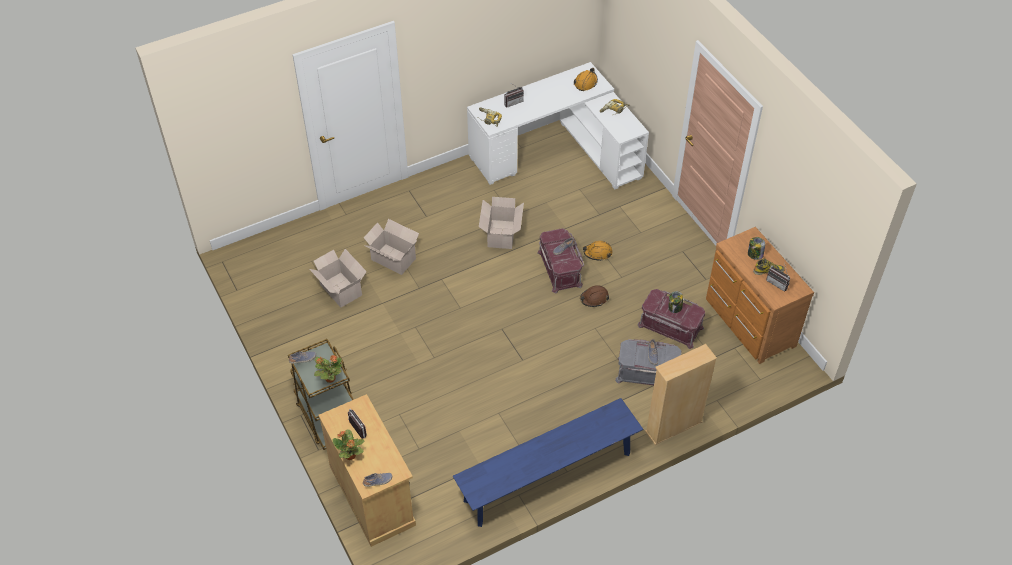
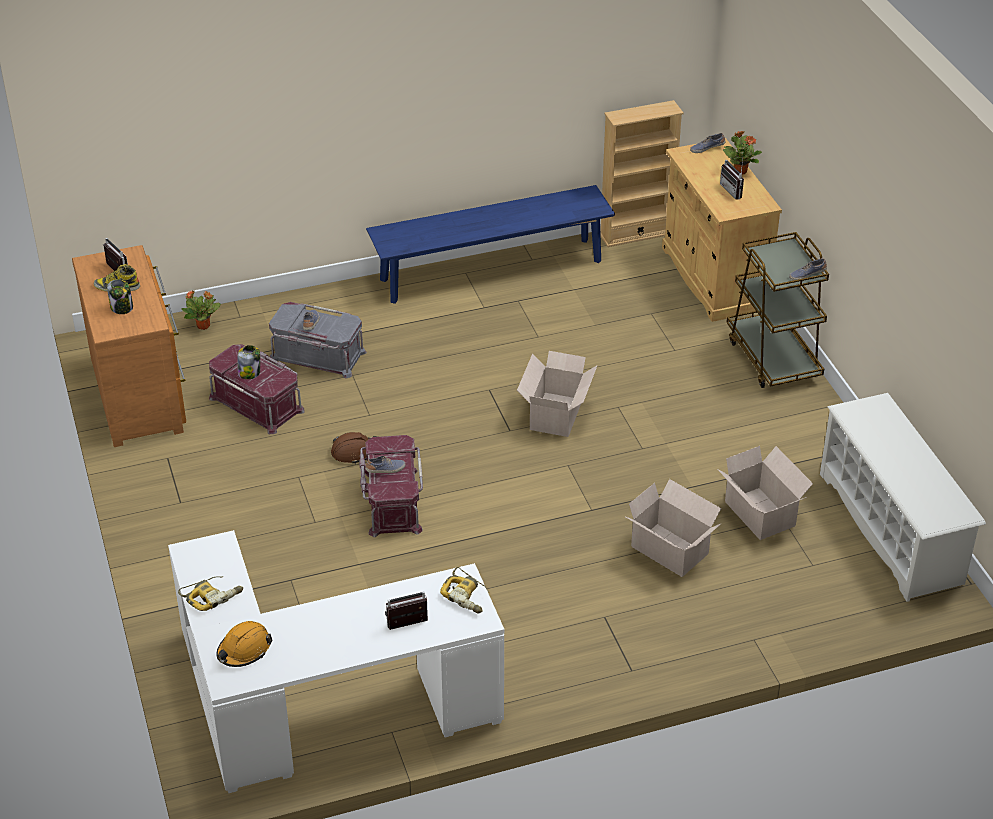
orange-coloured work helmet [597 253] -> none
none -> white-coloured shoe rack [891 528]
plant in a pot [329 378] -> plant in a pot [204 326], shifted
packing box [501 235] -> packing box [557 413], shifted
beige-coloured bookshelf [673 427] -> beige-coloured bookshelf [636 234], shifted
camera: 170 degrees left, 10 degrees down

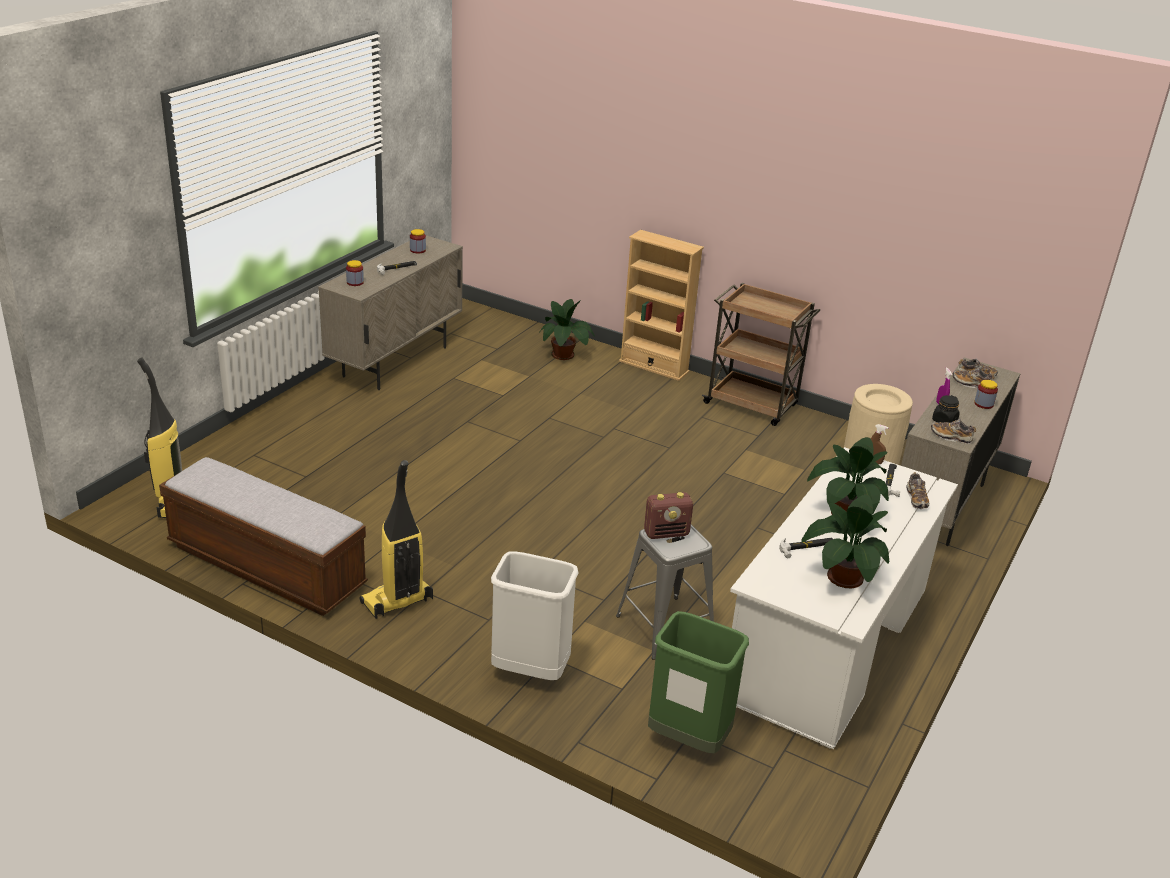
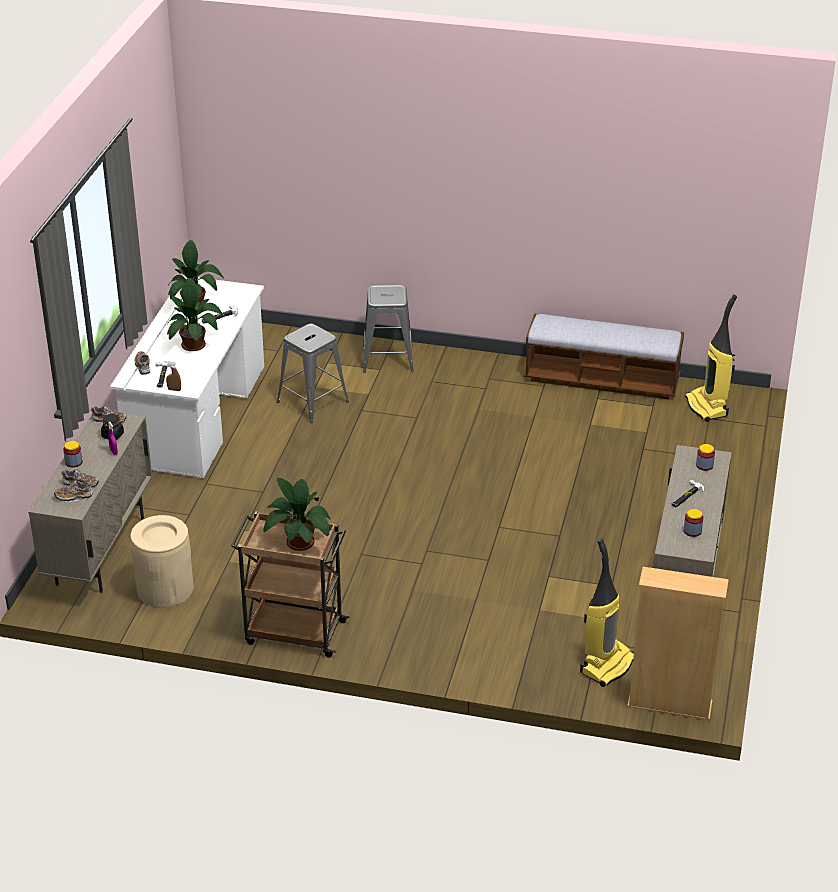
radio receiver [666 533] -> none
green trash can [687 740] -> none
vacuum cleaner [397 602] -> vacuum cleaner [607 665], shifted
plant in a pot [564 355] -> plant in a pot [298 540], shifted
beige-coloured bookshelf [654 366] -> beige-coloured bookshelf [669 704], shifted
white-coloured trash can [530 672] -> greyish stool seat [387 358]
camera: 165 degrees right, 5 degrees up

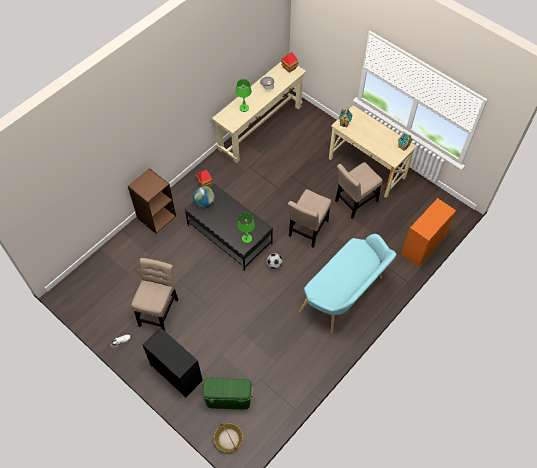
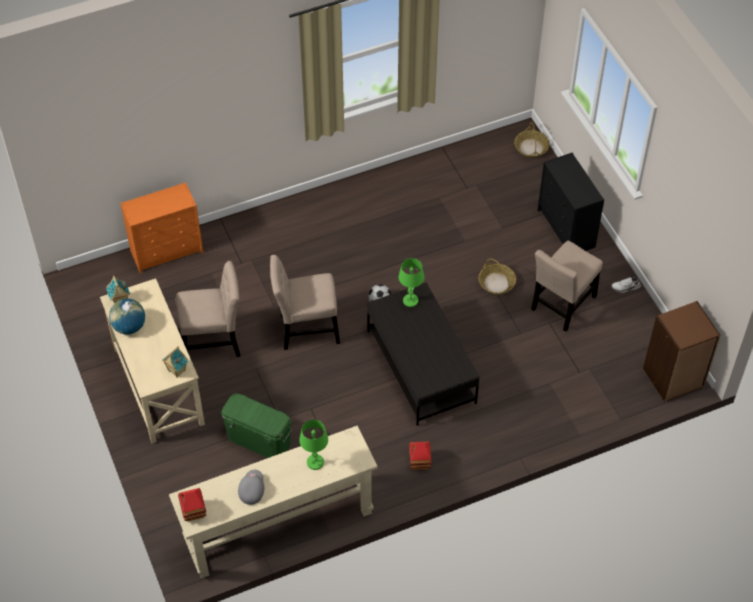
turquoise-coloured indoor bench [345 296] -> none
none -> household basket [497 283]
brown-coloured bookshelf [156 217] -> brown-coloured bookshelf [673 378], shifted
globe [204 203] -> globe [129 327], shifted
green storage box [228 399] -> green storage box [258 440], shifted
beige-coloured plain chair [308 230] -> beige-coloured plain chair [306 330], 150 degrees counterclockwise
camera: 155 degrees left, 5 degrees down

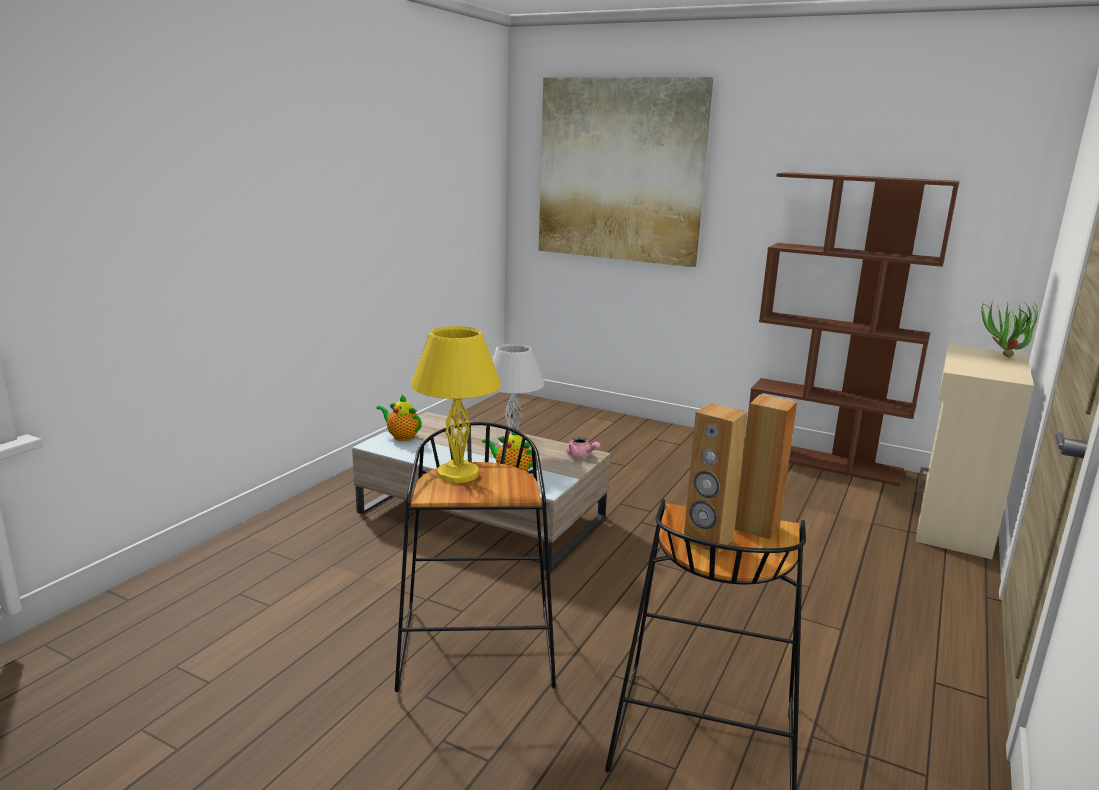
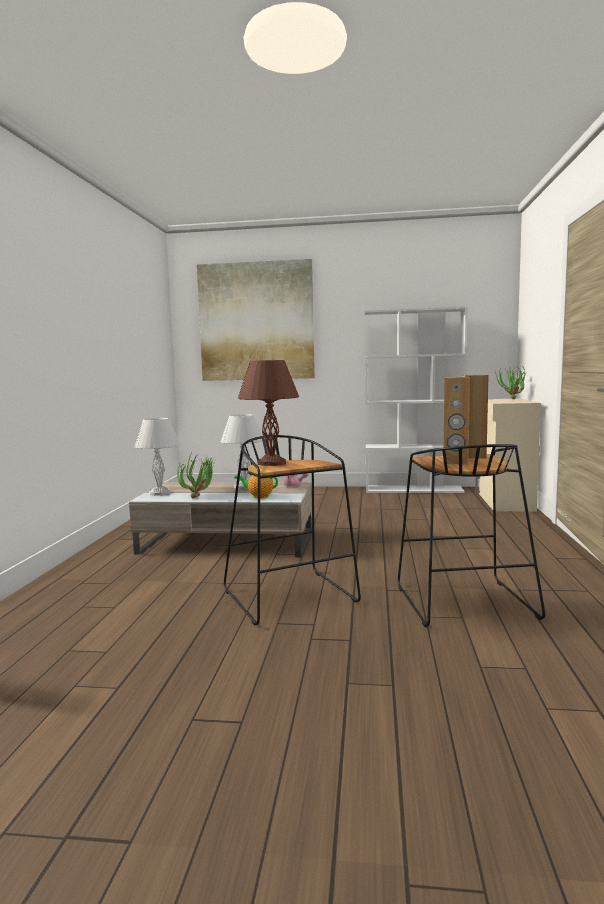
none -> plant in a pot [200 497]
pot for tea [401 437] -> white-coloured table lamp [160 493]
yellow table lamp [456 474] -> brown-coloured table lamp [270 463]
brown-coloured bookshelf [823 461] -> white-coloured bookshelf [414 489]
camera: 20 degrees left, 10 degrees down

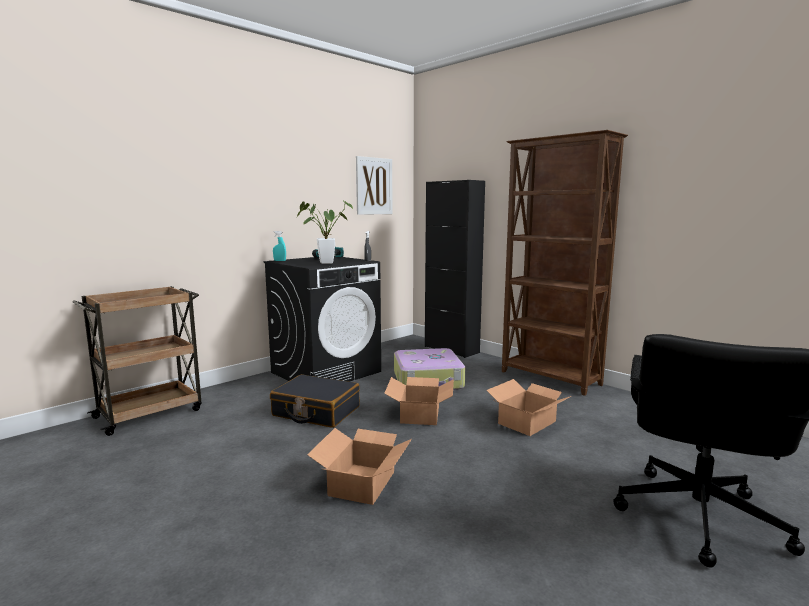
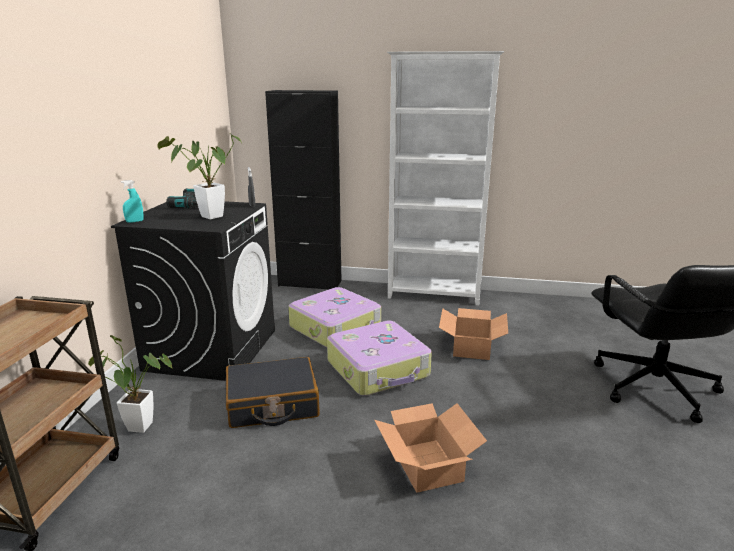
picture [374 186] -> none
none -> plant in a pot [135 426]
packing box [421 414] -> piece of luggage [379 369]
brown-coloured bookshelf [550 378] -> white-coloured bookshelf [434 295]
camera: 35 degrees left, 10 degrees up

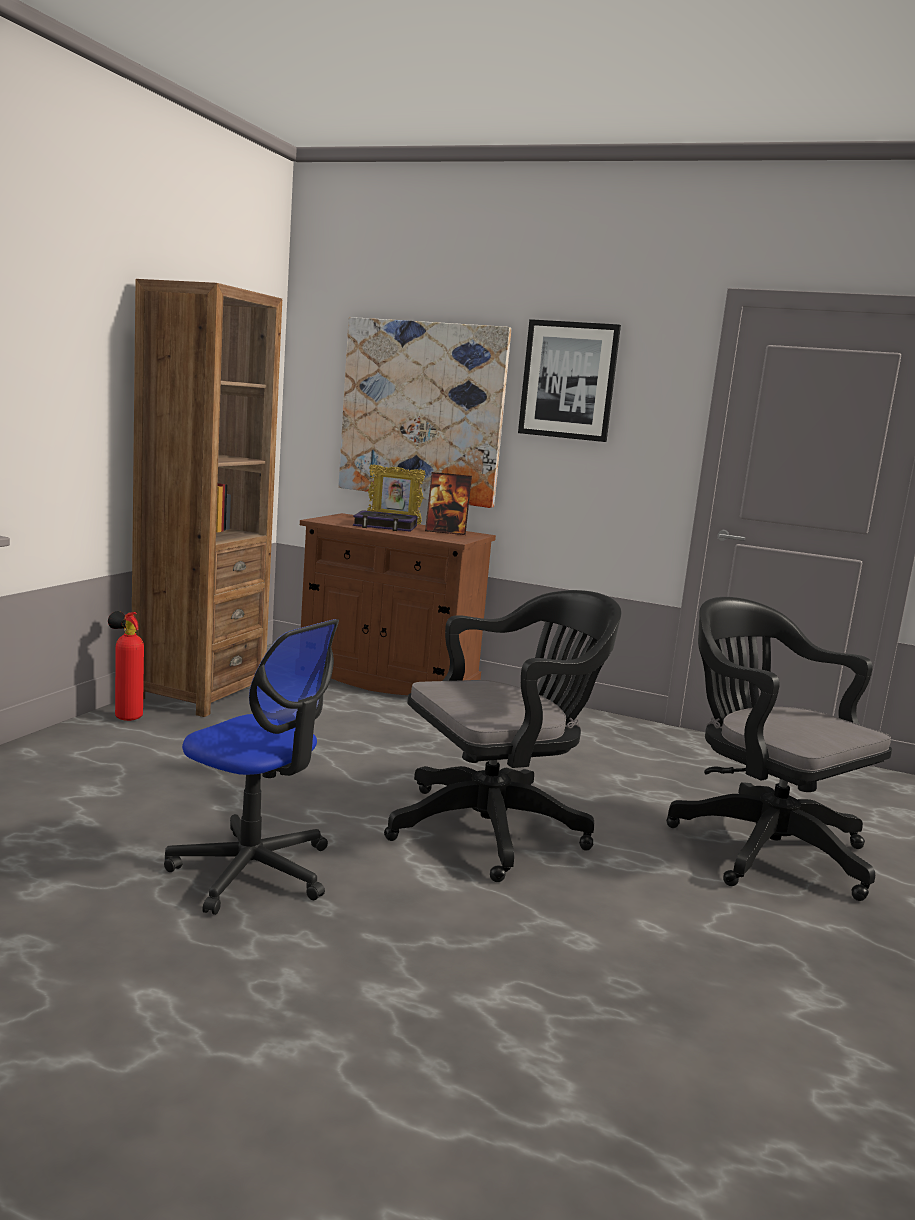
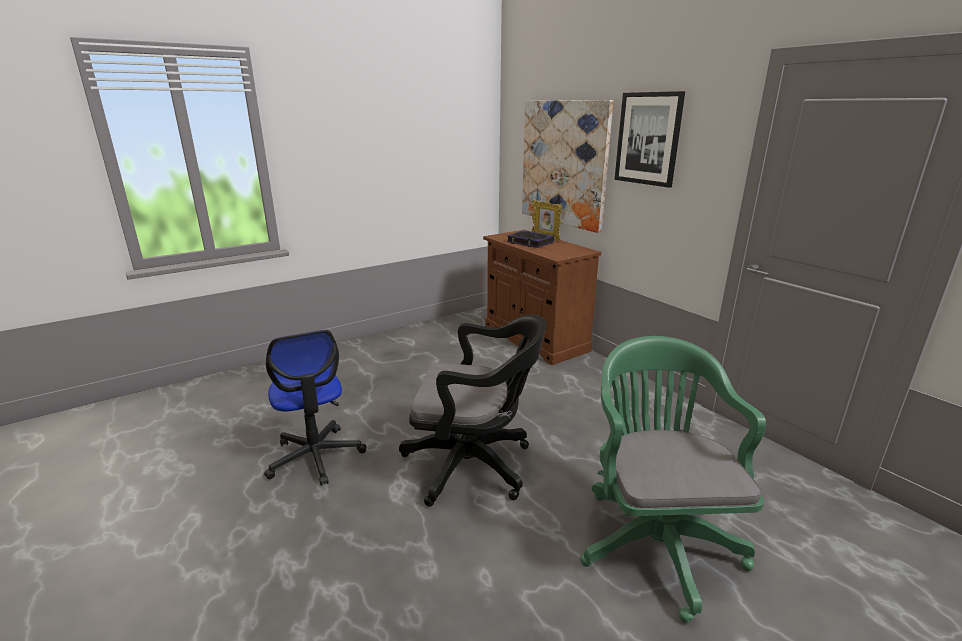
extinguisher [125 717] -> none
brown-coloured bookshelf [199 694] -> none
standing frame [446 532] -> none
blackish desk chair [761 846] -> green desk chair [654 538]
camera: 35 degrees right, 10 degrees up

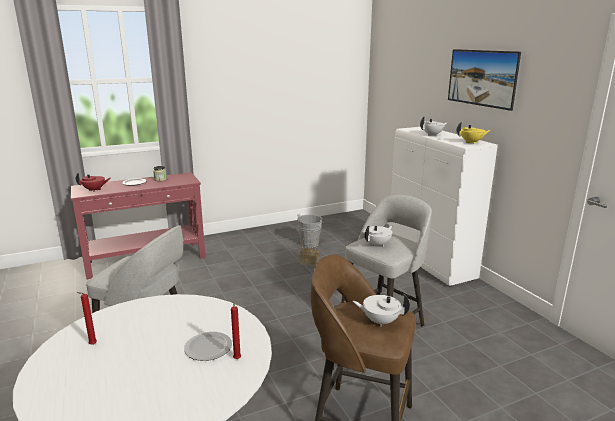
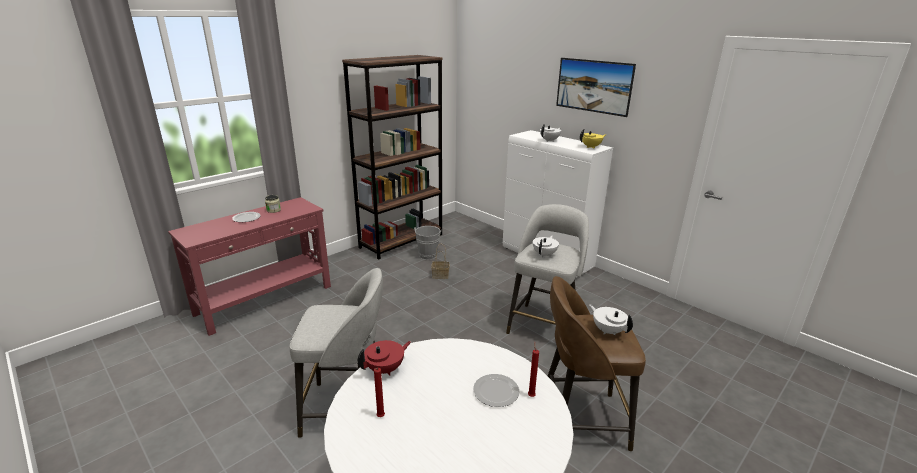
none -> brown-coloured bookshelf [401 241]
red pot for tea [95 190] -> red pot for tea [385 369], shifted
white-coloured pot for tea [380 321] -> white-coloured pot for tea [608 330], 60 degrees clockwise
camera: 20 degrees left, 5 degrees up

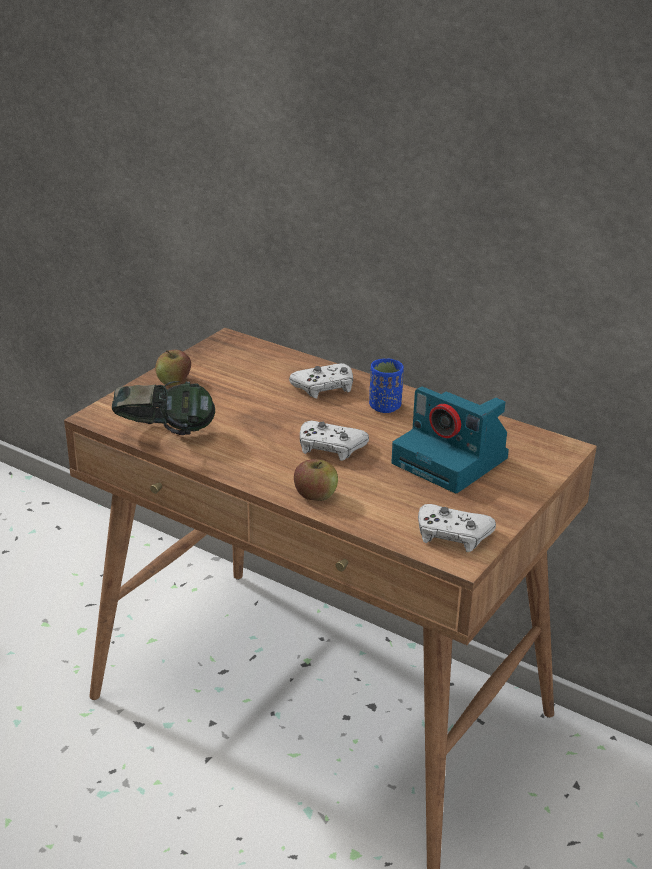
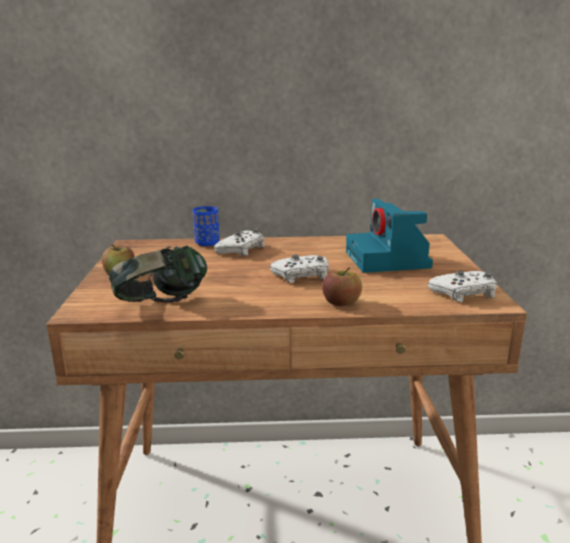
blue-coloured small cup [385 407] -> blue-coloured small cup [207 243], shifted
still camera [452 461] -> still camera [388 260], 75 degrees clockwise
camera: 35 degrees left, 10 degrees down

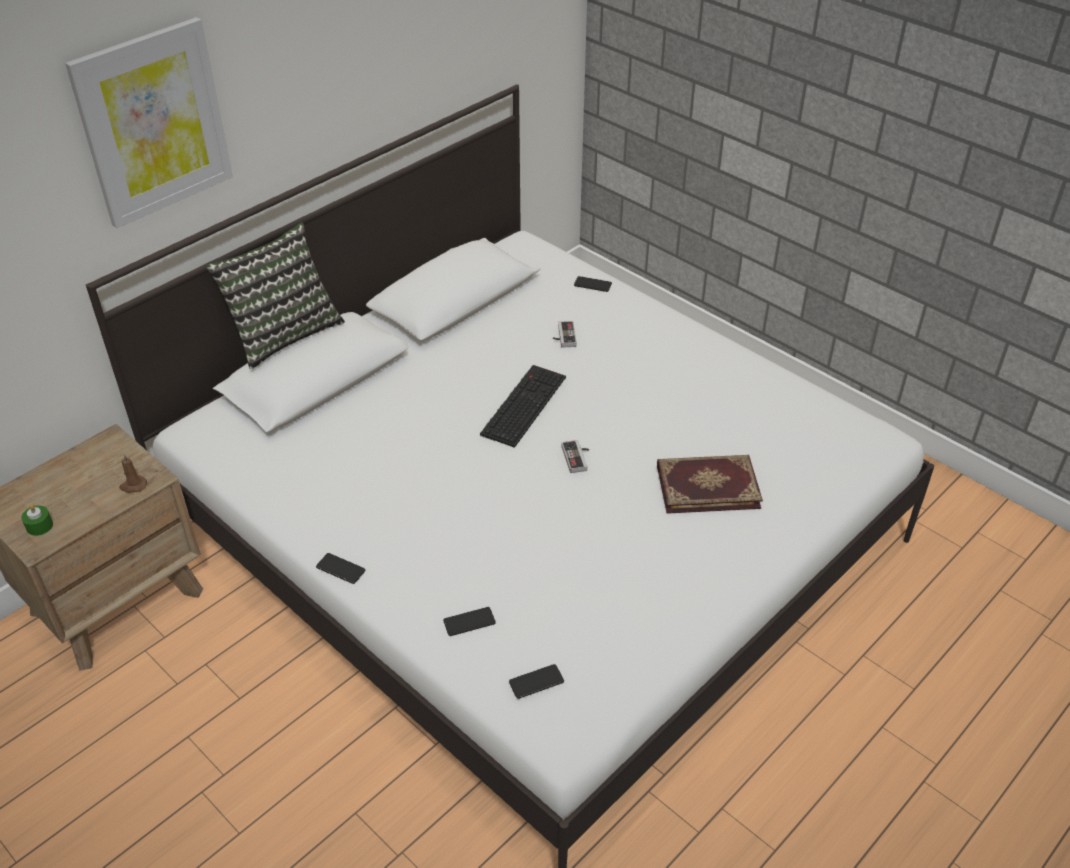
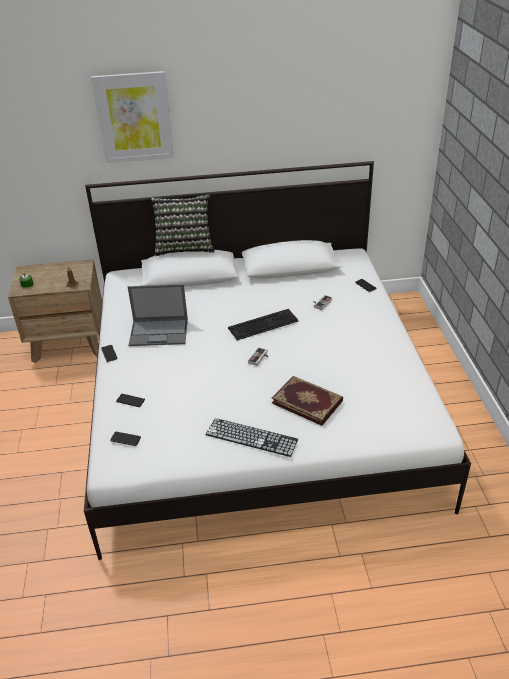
none -> notebook computer [159 332]
none -> PC keyboard [251 437]
camera: 40 degrees right, 5 degrees down

